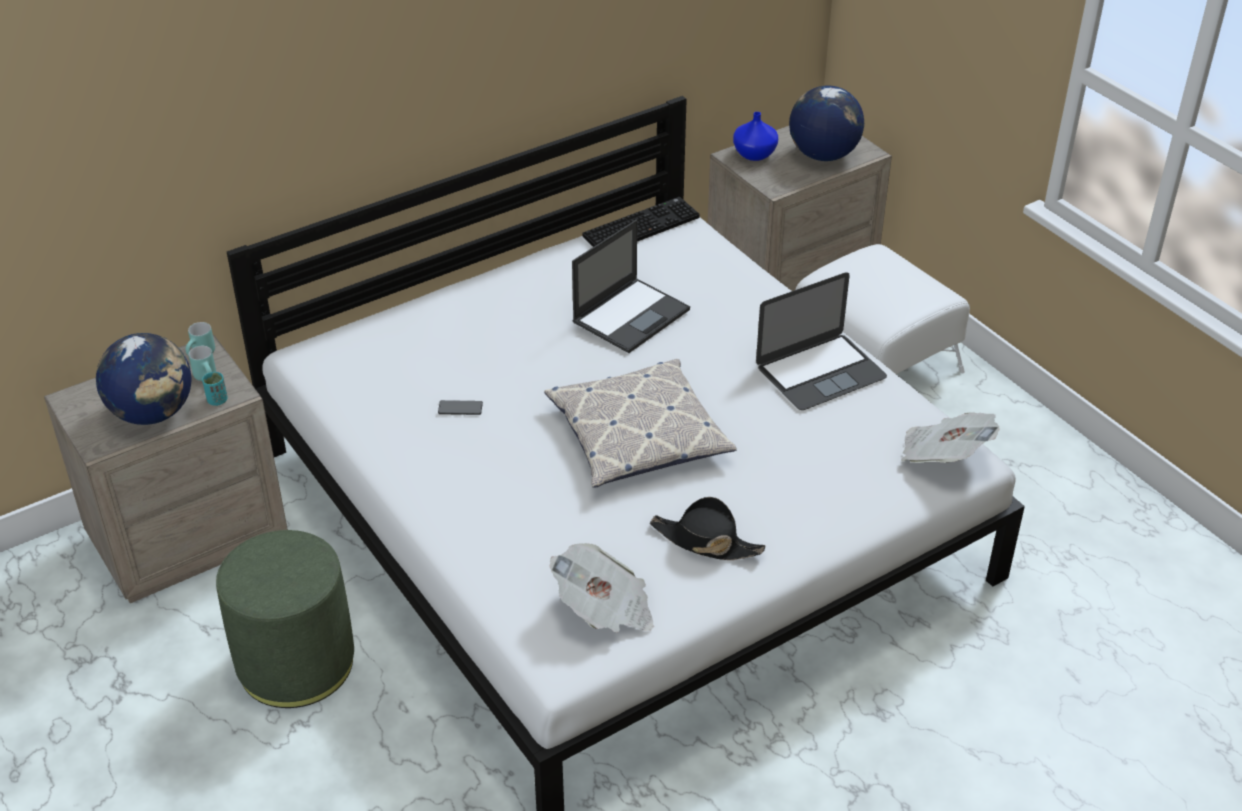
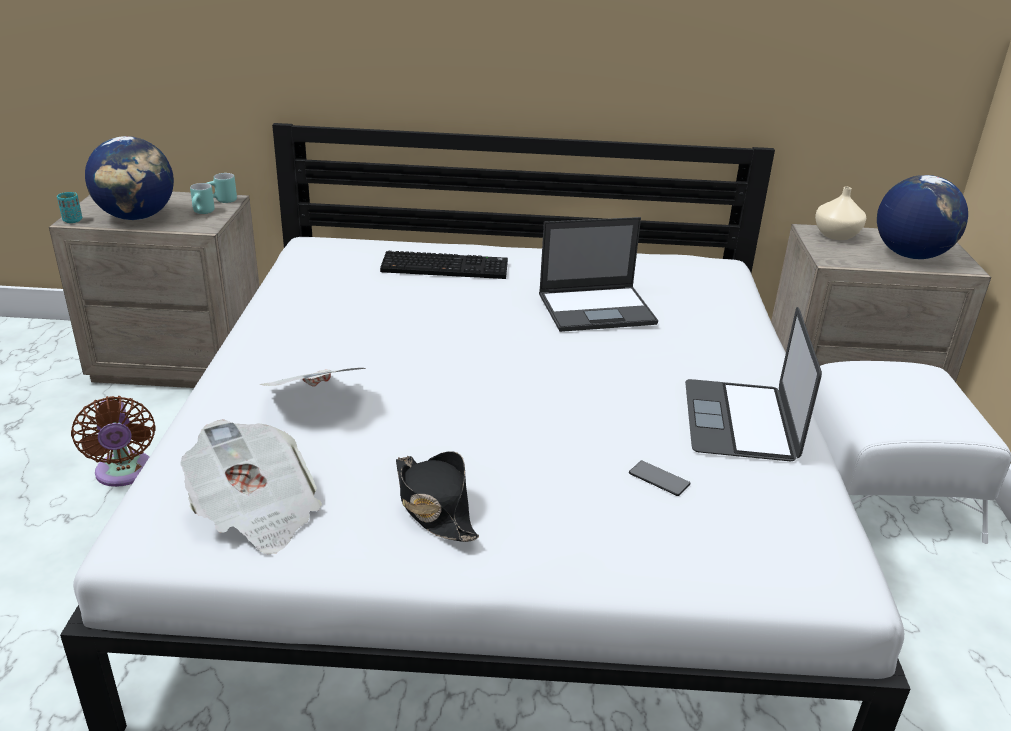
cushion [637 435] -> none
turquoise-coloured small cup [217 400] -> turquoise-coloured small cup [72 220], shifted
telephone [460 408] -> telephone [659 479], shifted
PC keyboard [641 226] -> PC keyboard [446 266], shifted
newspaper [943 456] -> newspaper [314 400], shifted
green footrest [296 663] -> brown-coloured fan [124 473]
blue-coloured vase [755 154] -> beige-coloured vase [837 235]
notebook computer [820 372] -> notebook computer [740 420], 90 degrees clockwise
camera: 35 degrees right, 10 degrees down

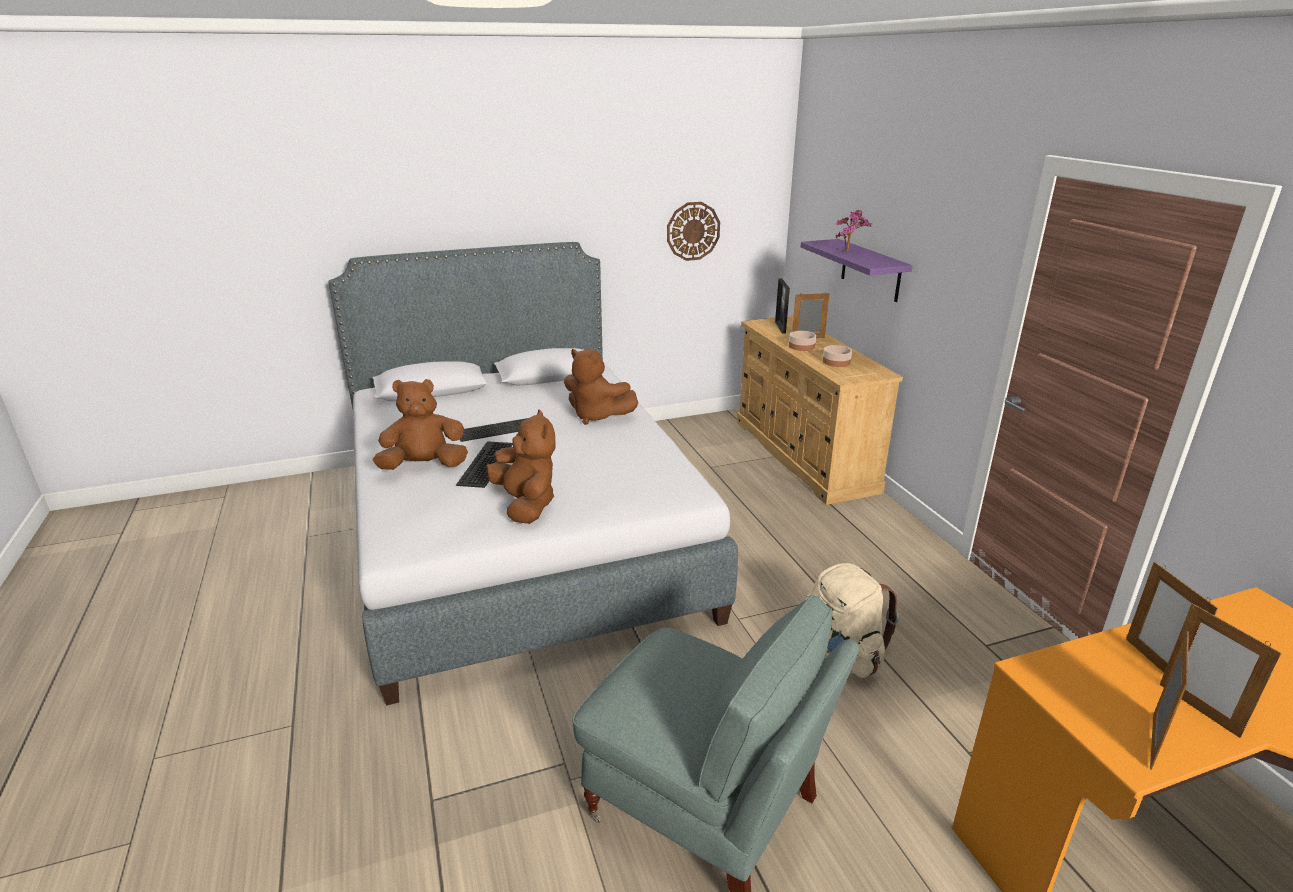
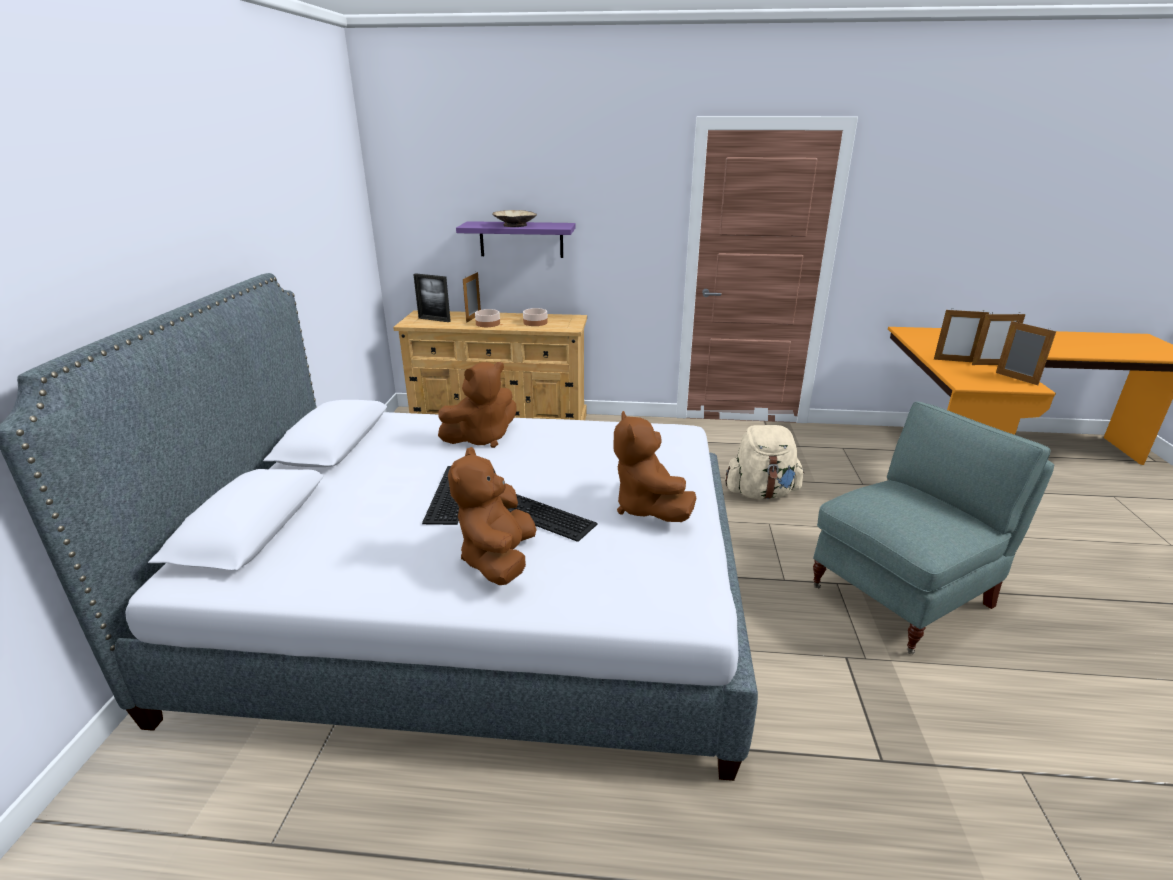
clock on the wall [693 231] -> none
plant in a pot [849 252] -> beige-coloured bowl [515 225]
brown-coloured cuddly toy [526 505] -> brown-coloured cuddly toy [648 508], 105 degrees counterclockwise
camera: 65 degrees left, 0 degrees up

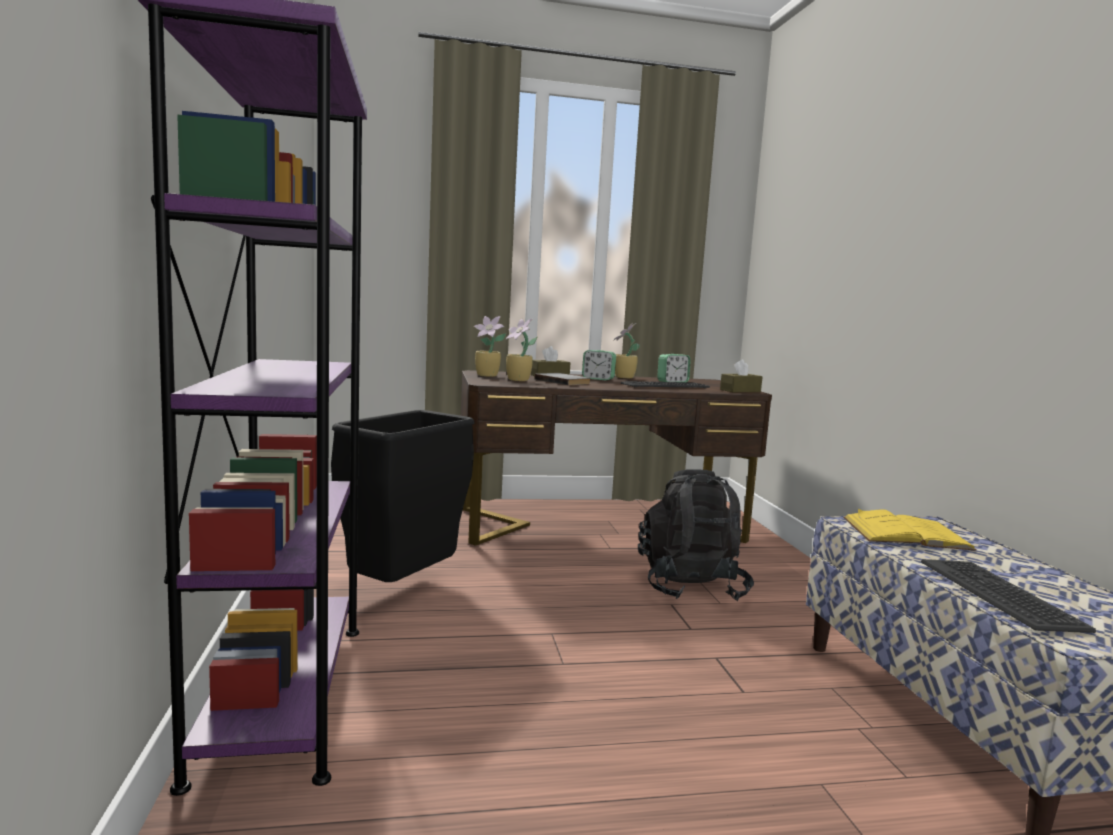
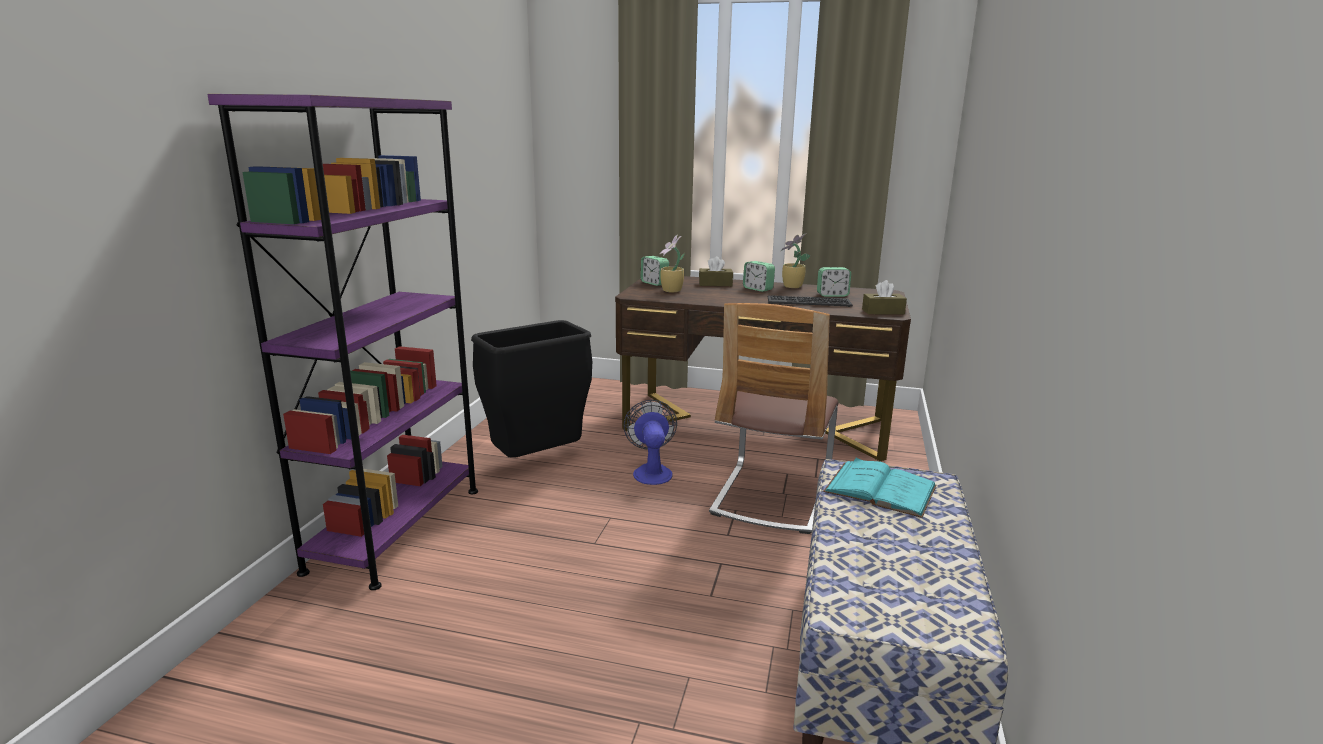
greyish volume [564 381] -> none
PC keyboard [1000 595] -> none
none -> fan [651 471]
plant in a pot [488 375] -> bedside clock [654 283]
blackish knapsack [690 587] -> plain chair [772 497]
yellow volume [905 533] -> turquoise-coloured volume [880 488]
camera: 25 degrees right, 10 degrees up

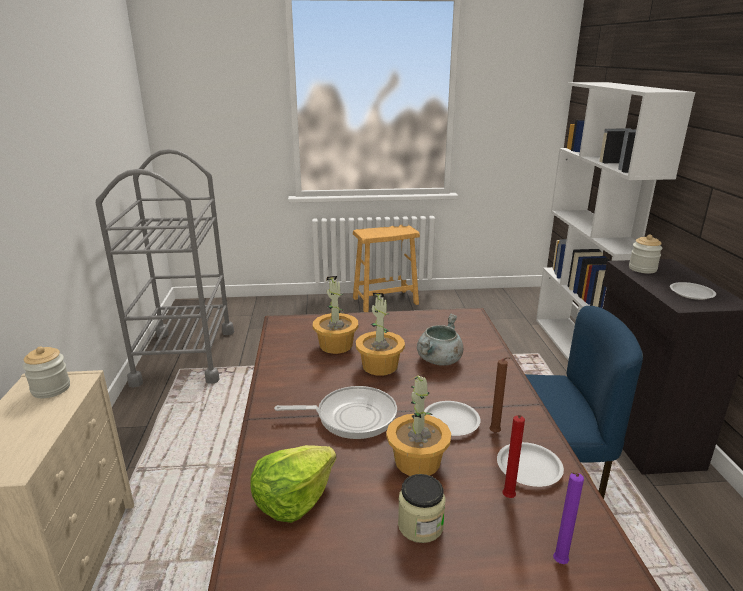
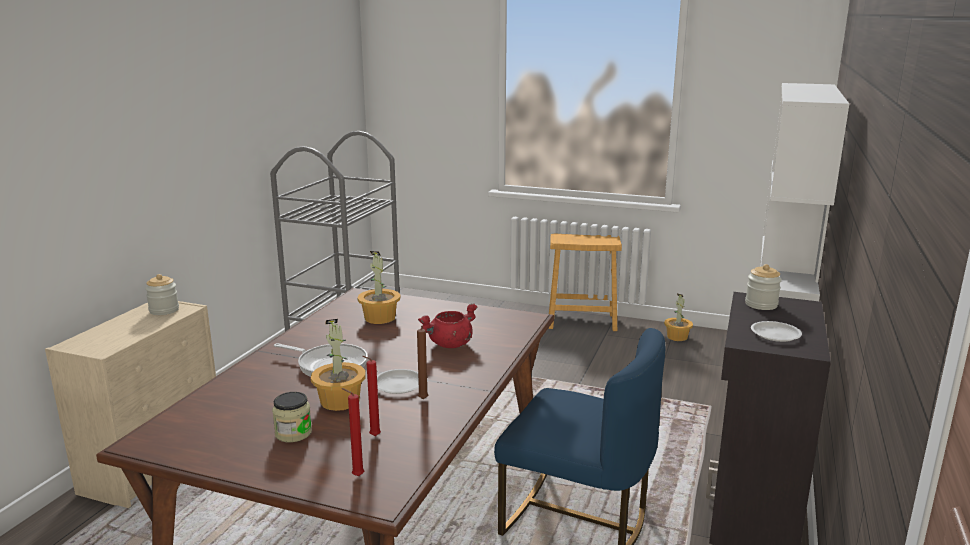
lettuce [293 498] -> none
white-coloured dinner plate [528 468] -> none
plant in a pot [379 366] -> plant in a pot [677 337], shifted
greyish stockpot [439 360] -> red stockpot [450 344]
purple-coloured wax candle [558 563] -> red wax candle [356 476]
camera: 25 degrees right, 5 degrees down

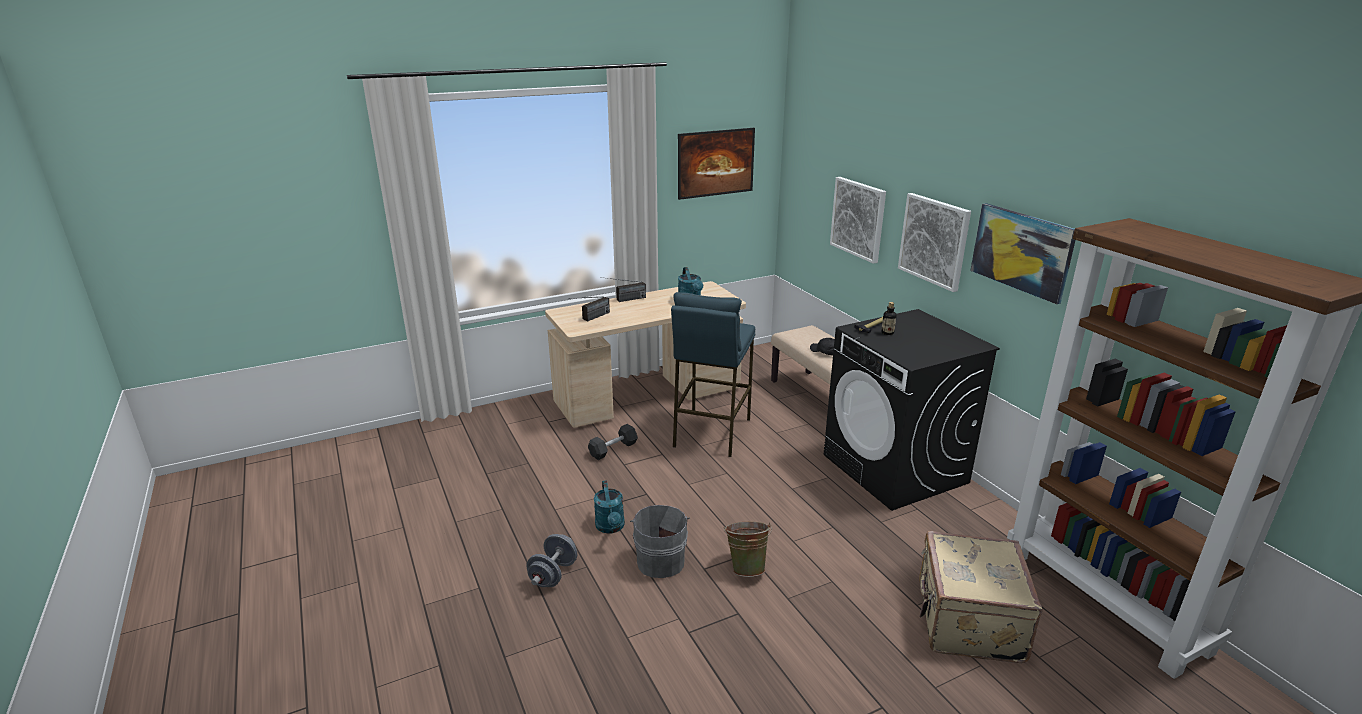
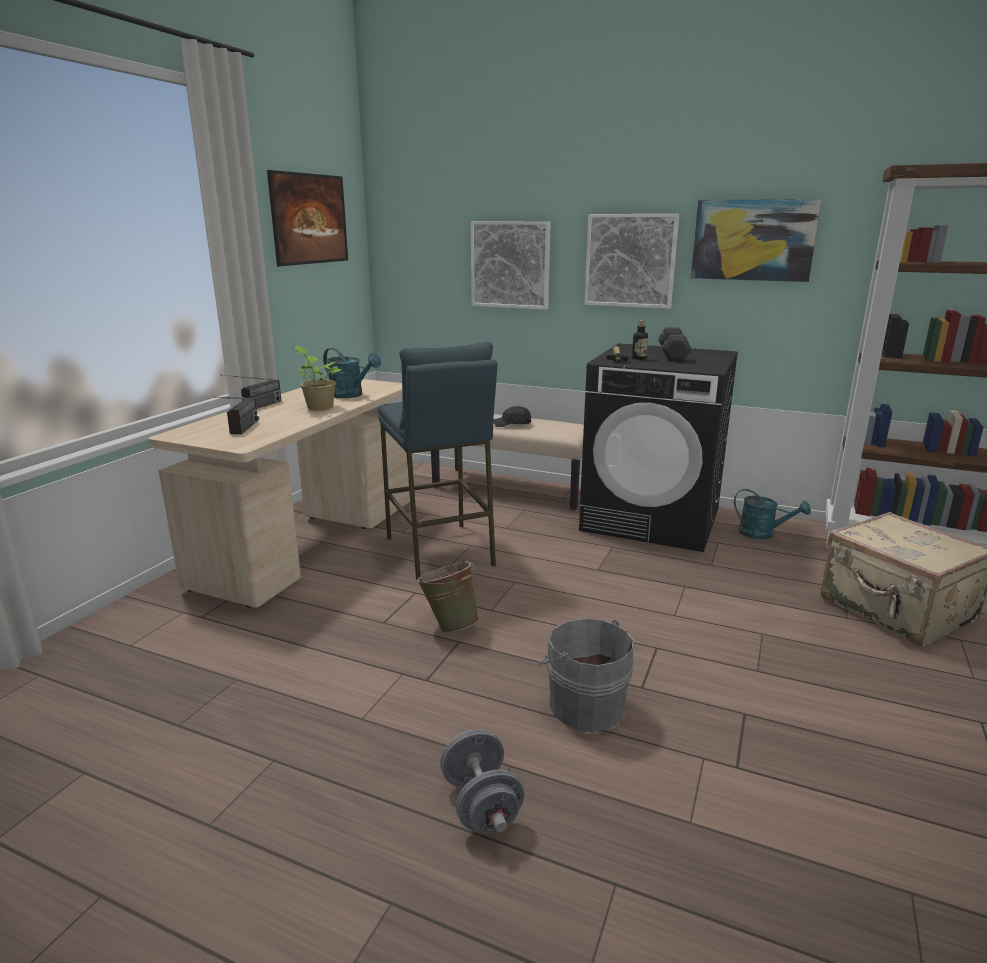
none -> plant in a pot [318 407]
blackish hand weight [613 449] -> blackish hand weight [672 355], shifted
turquoise-coloured watering can [611 527] -> turquoise-coloured watering can [763 534], shifted
green water bucket [746 567] -> green water bucket [449 625], shifted
camera: 40 degrees left, 5 degrees down

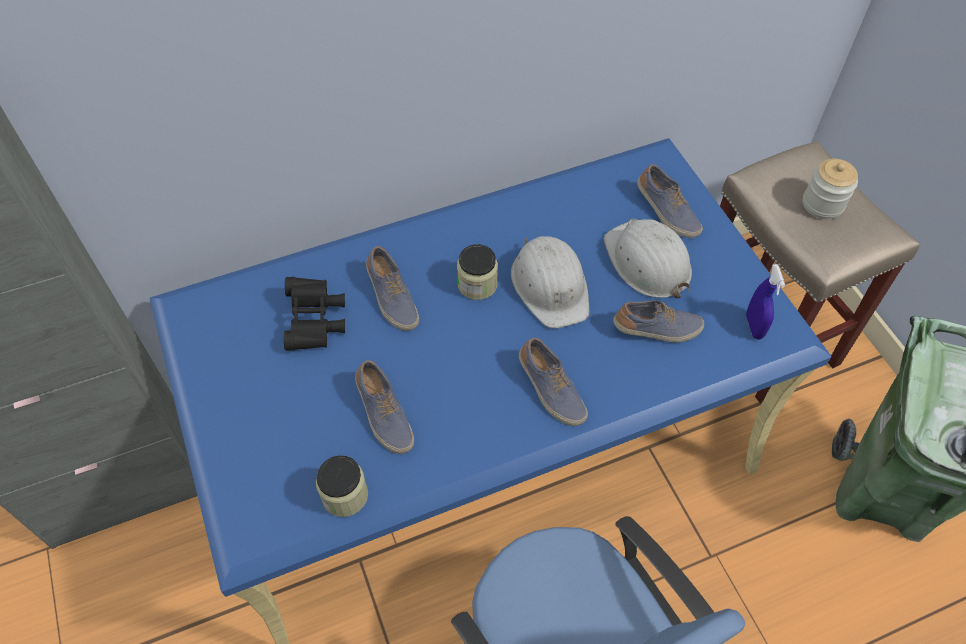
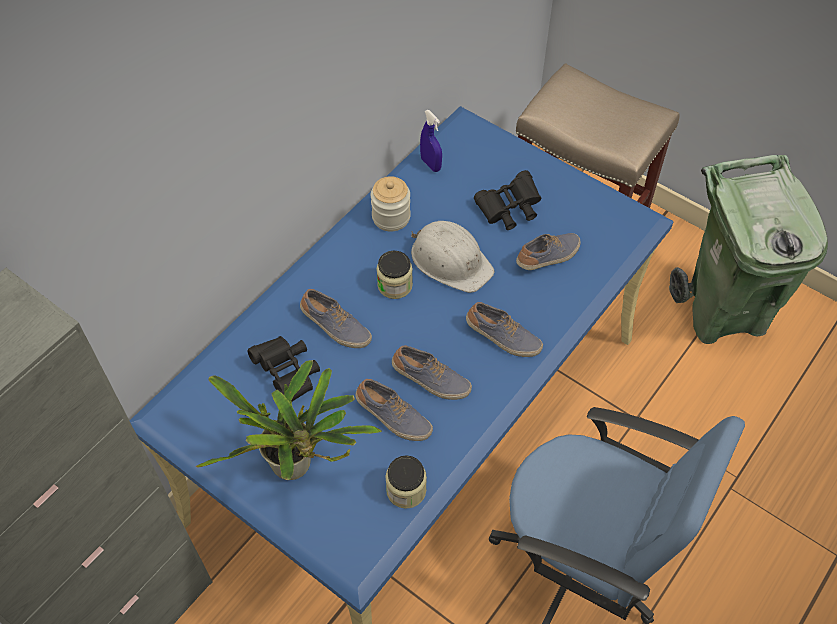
none -> plant in a pot [297 467]
item of footwear [666 212] -> item of footwear [430 380], shifted
blue-coloured spray bottle [754 326] -> blue-coloured spray bottle [430 164], shifted
jar [822 204] -> jar [391 217], shifted
white-coloured work helmet [647 262] -> blackish field glasses [509 210]
camera: 30 degrees left, 0 degrees up

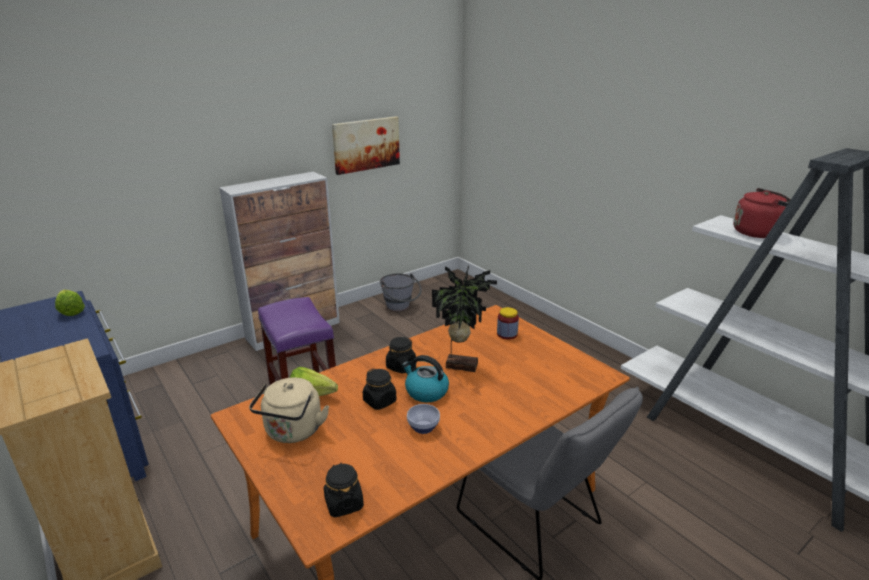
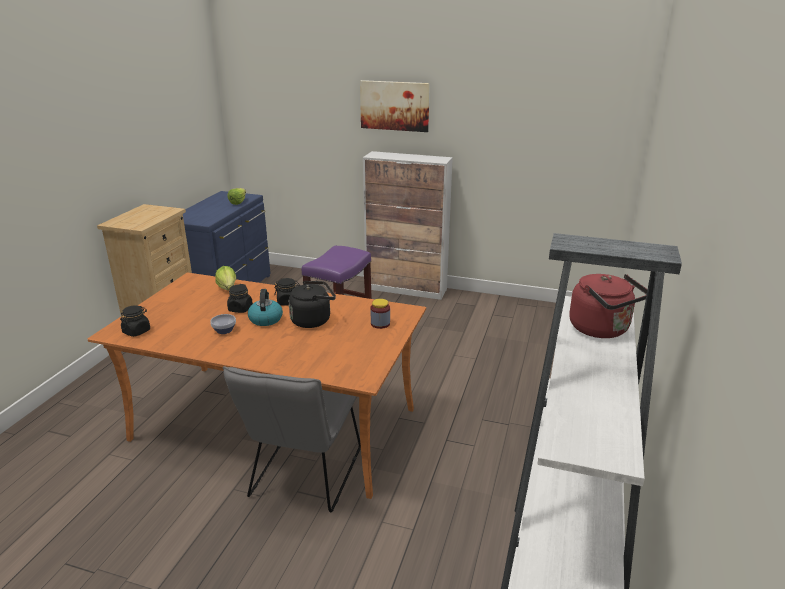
beige-coloured water kettle [293 432] -> none
greyish water bucket [400 308] -> none
picture [366 144] -> picture [394 105], shifted
plant in a pot [461 364] -> blackish water kettle [313 320]
camera: 55 degrees right, 0 degrees up

